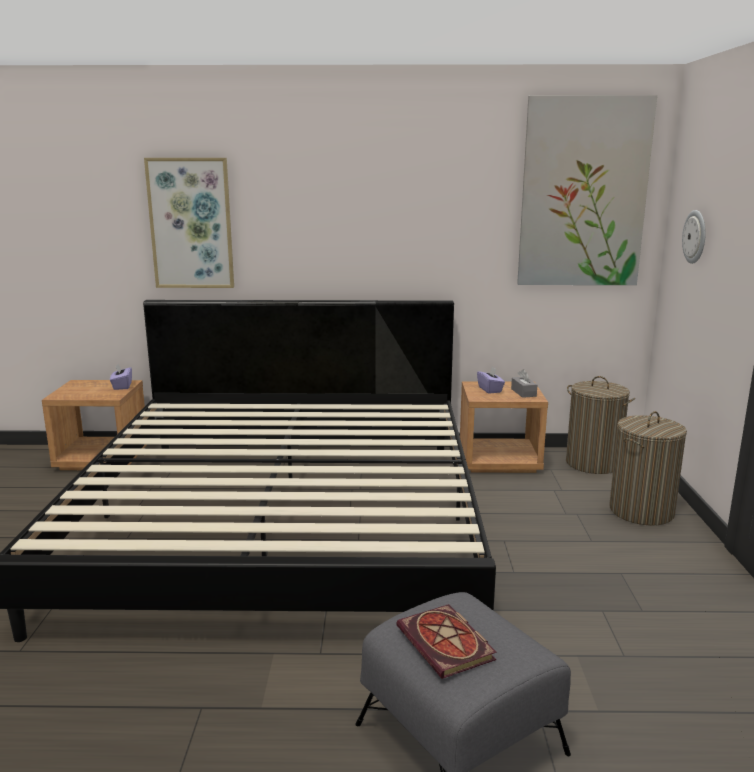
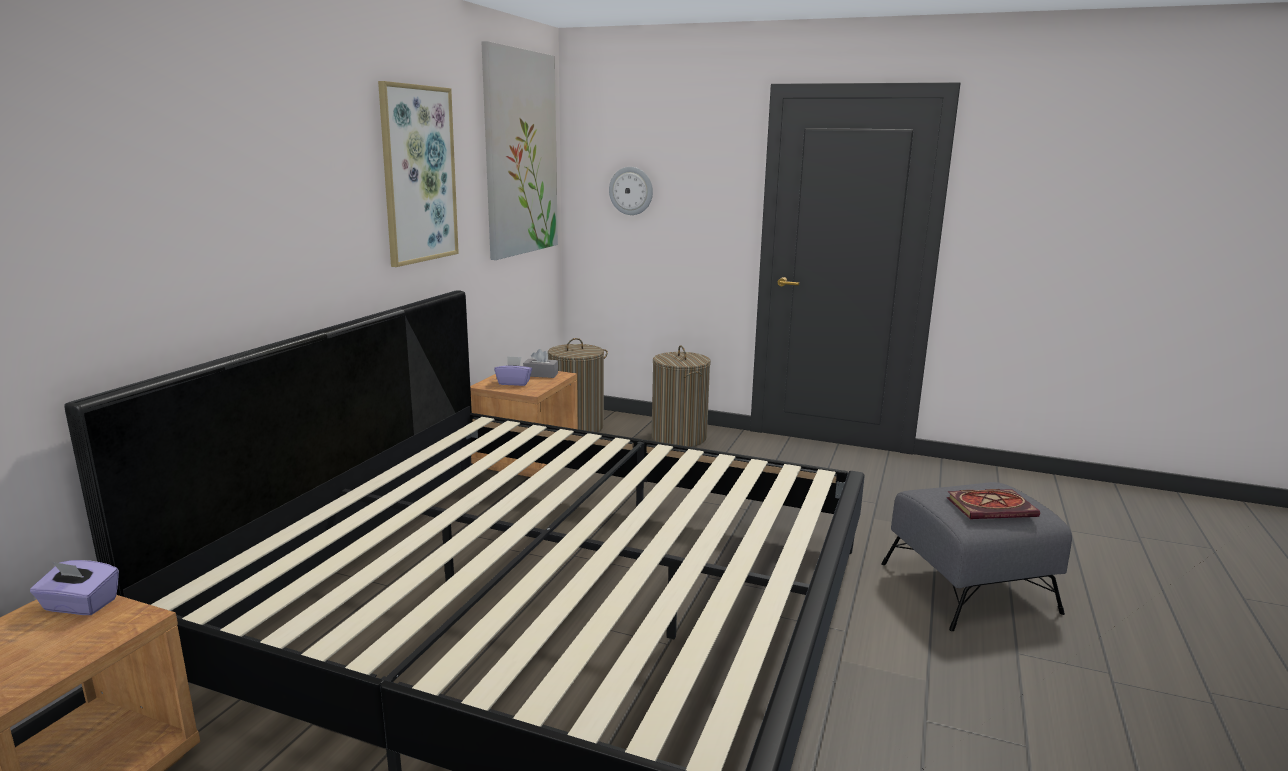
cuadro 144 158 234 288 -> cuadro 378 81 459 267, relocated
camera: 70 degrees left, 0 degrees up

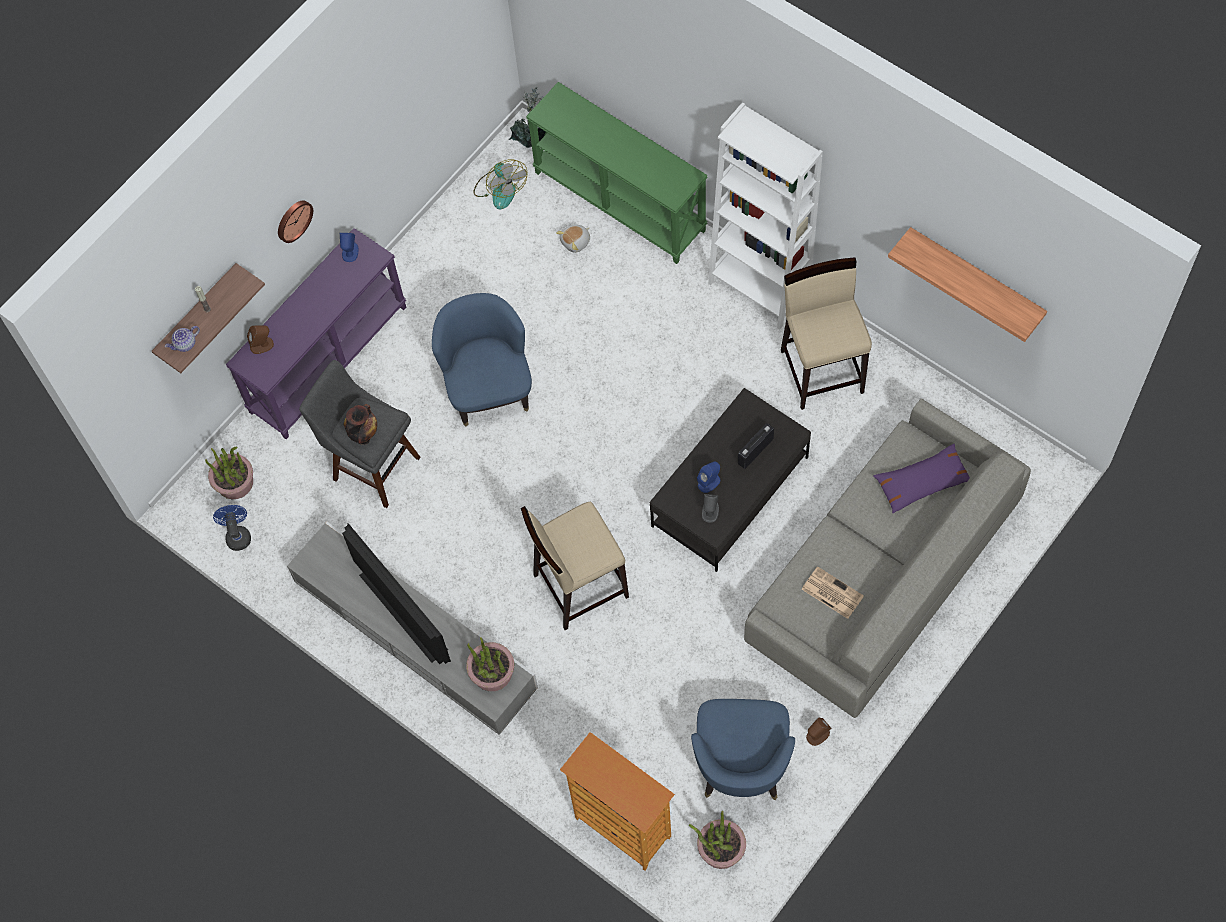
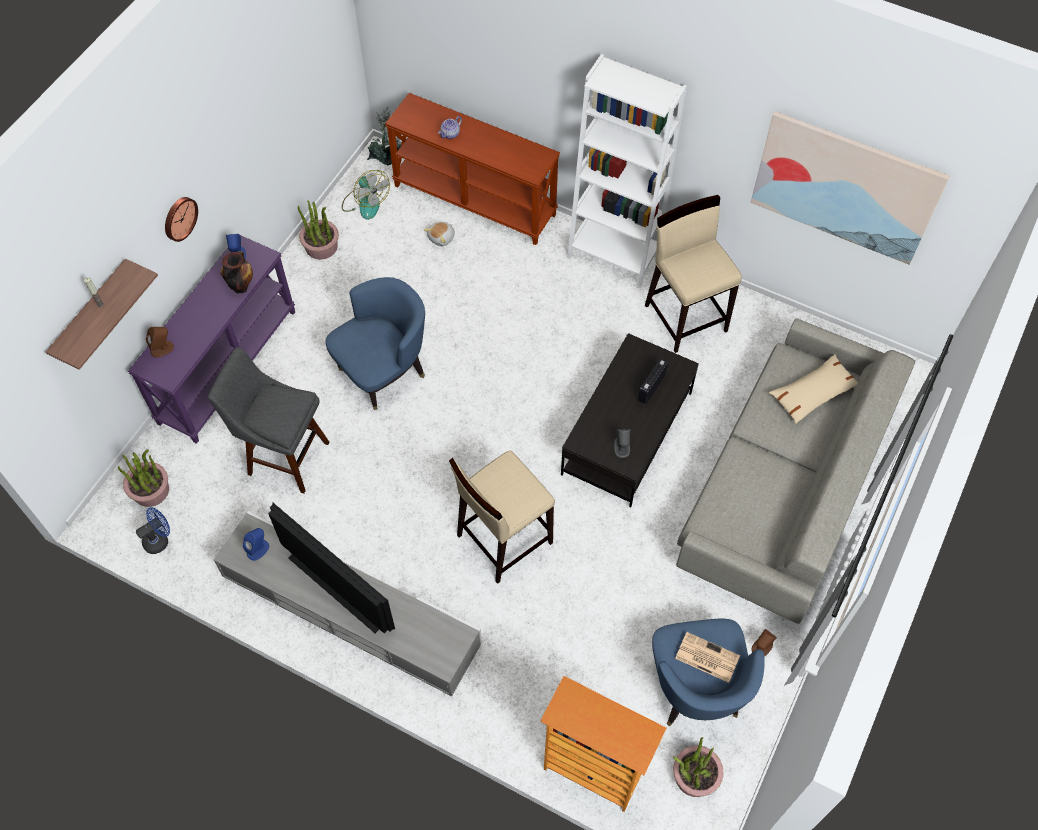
mesa consola/verde 526 82 708 264 -> mesa consola/marrón 385 93 560 245
estante 888 227 1047 342 -> cuadro 751 111 950 265
sillón/azul 432 293 532 426 -> sillón/azul 325 277 425 410, 75 degrees clockwise
tetera 165 326 200 352 -> tetera 438 116 462 139, relocated
florero 344 404 377 444 -> florero 221 251 253 294, relocated
cojín/morado 873 444 970 513 -> cojín/beis 769 354 858 424
altavoz/azul 697 462 720 493 -> altavoz/azul 243 528 269 561, relocated
ventilador/azul 213 505 251 551 -> ventilador/azul 136 507 170 554, 75 degrees clockwise
periódico 802 566 864 619 -> periódico 675 632 740 683, relocated
planta en maceta 466 637 514 691 -> planta en maceta 298 200 339 260, relocated
camera: 15 degrees left, 5 degrees down

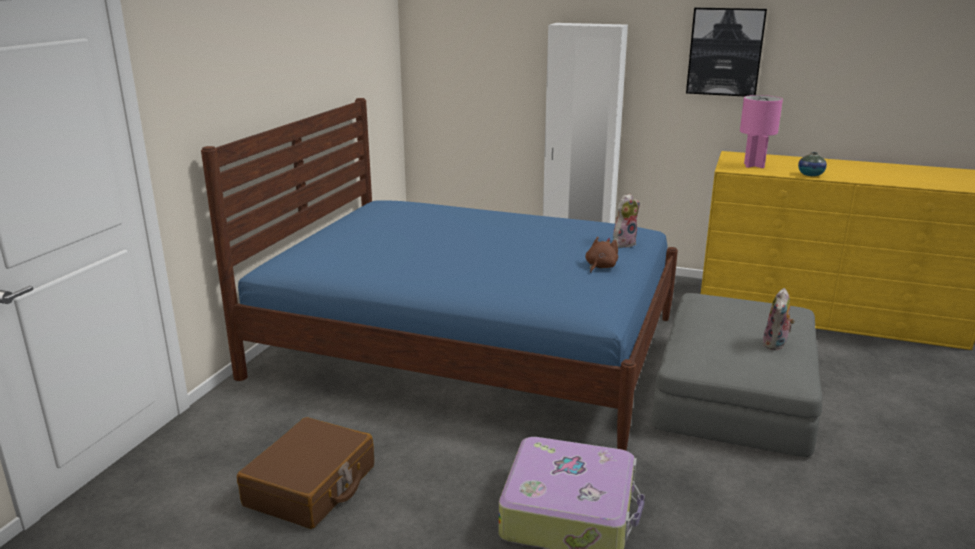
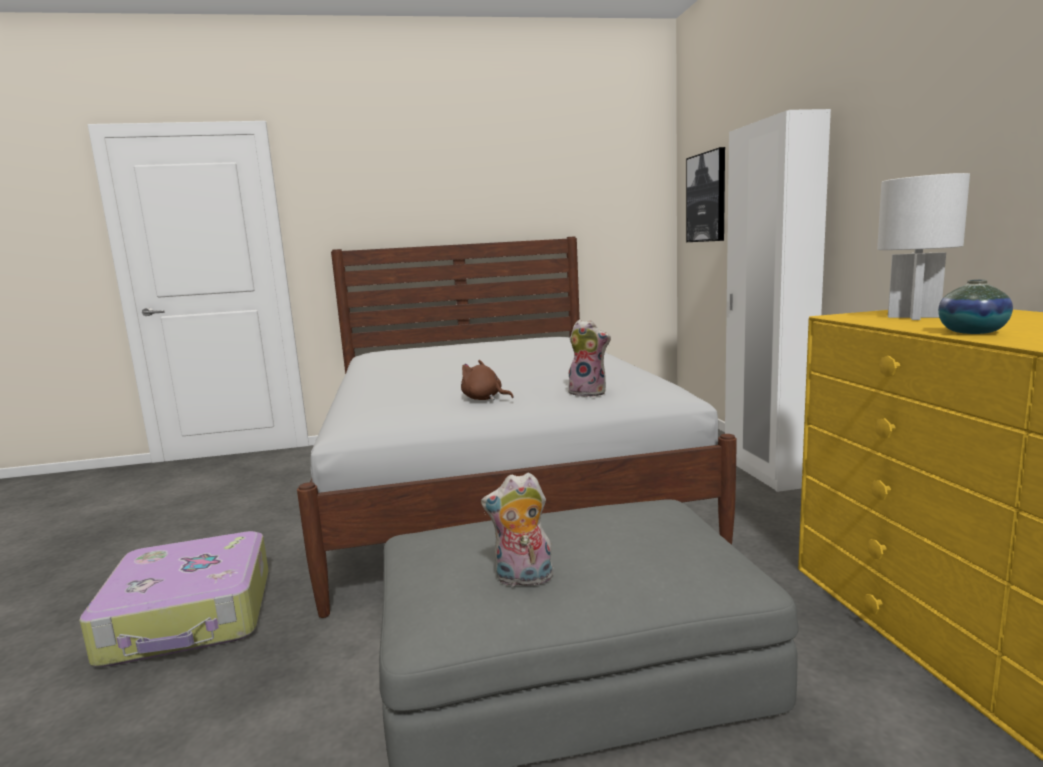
cuadro 686 8 767 97 -> cuadro 686 147 725 242, relocated
lámpara de mesa/rosa 740 95 783 168 -> lámpara de mesa/blanco 877 173 970 320
cama/azul 201 98 678 451 -> cama/blanco 297 236 737 618
peluche/marrón 585 237 618 273 -> peluche/marrón 461 360 514 400, 150 degrees counterclockwise
maleta/marrón 237 417 374 529 -> none
camera: 60 degrees right, 10 degrees down

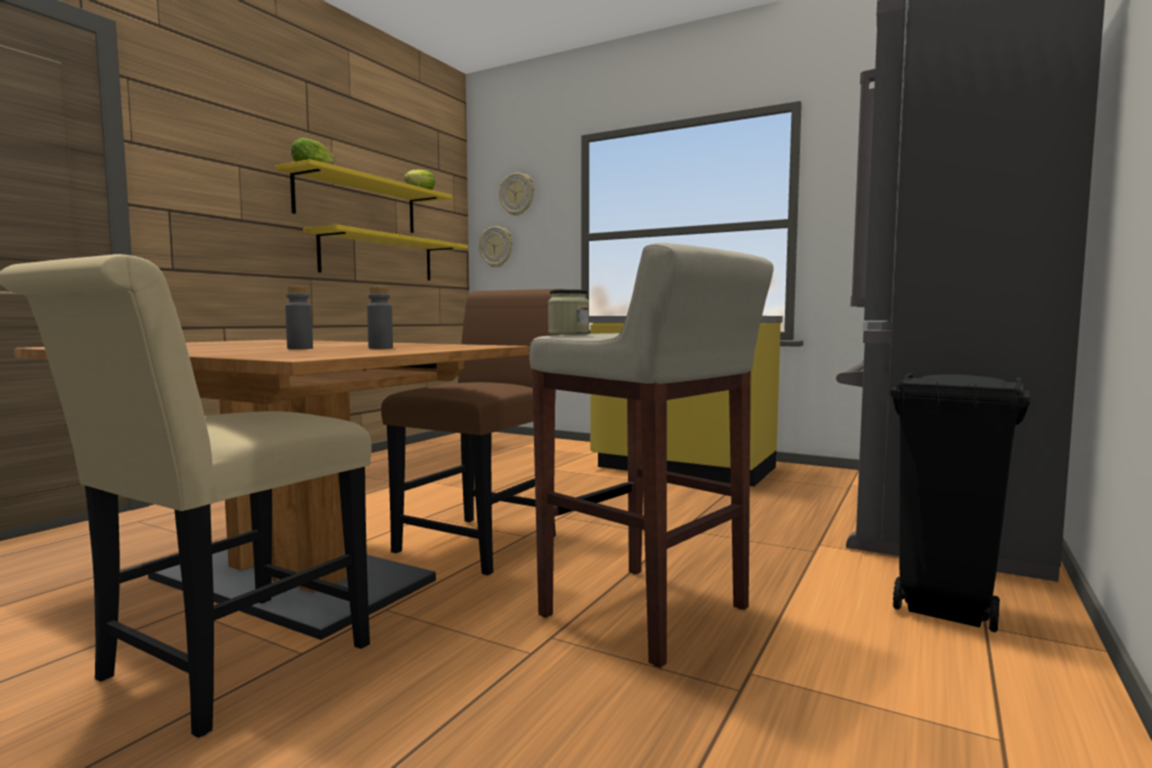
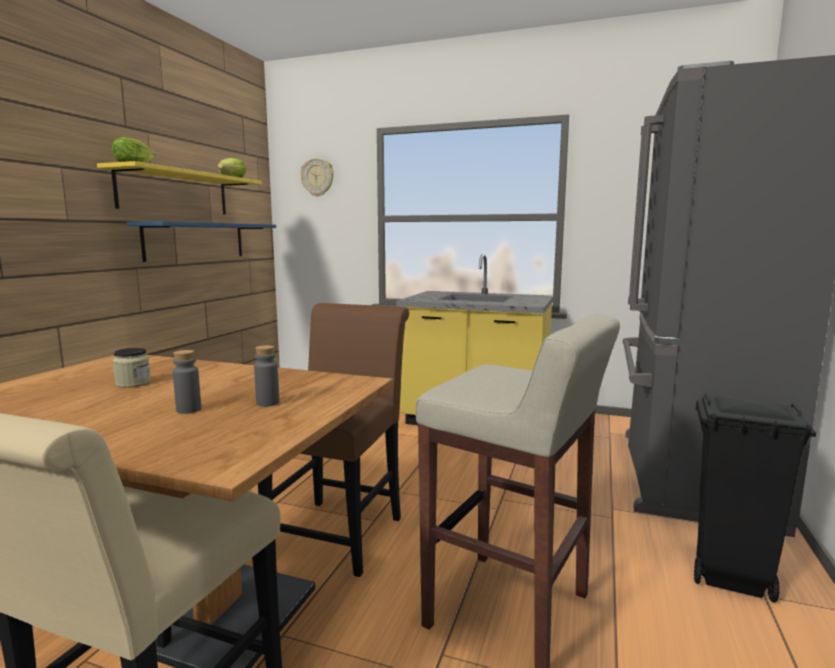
estante/amarillo 303 225 468 281 -> estante/azul 127 221 276 262
reloj de pared 479 226 513 268 -> none
tarro 548 289 589 335 -> tarro 112 348 151 388, relocated
camera: 10 degrees left, 5 degrees up

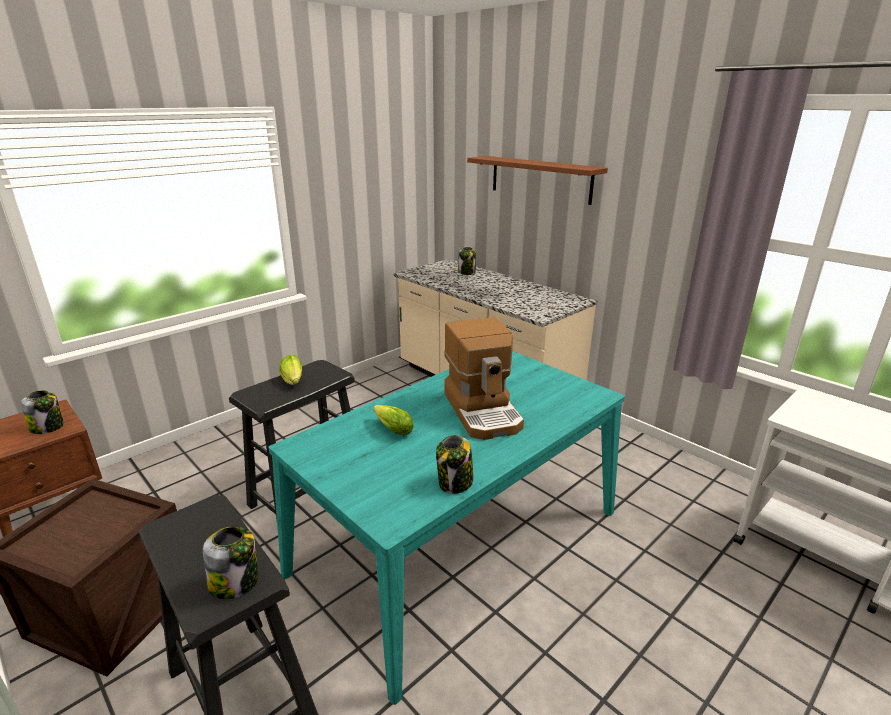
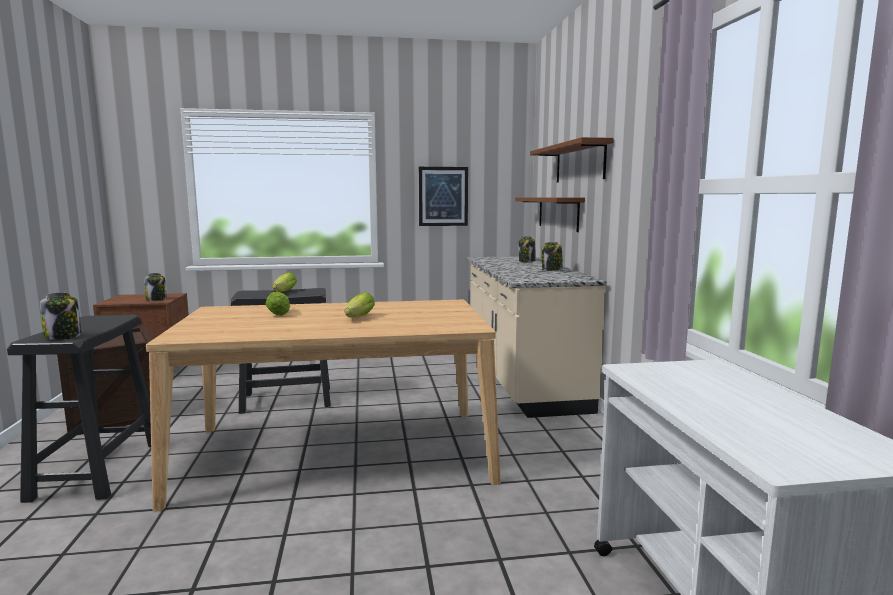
cafetera 444 317 524 440 -> lechuga 345 292 375 318
mesa de comedor/turquesa 268 351 625 705 -> mesa de comedor/beis 146 300 501 512
tarro 436 435 474 494 -> tarro 541 242 563 271, relocated
none -> cuadro 419 167 468 226
none -> estante/marrón 515 197 585 232
camera: 35 degrees right, 15 degrees down

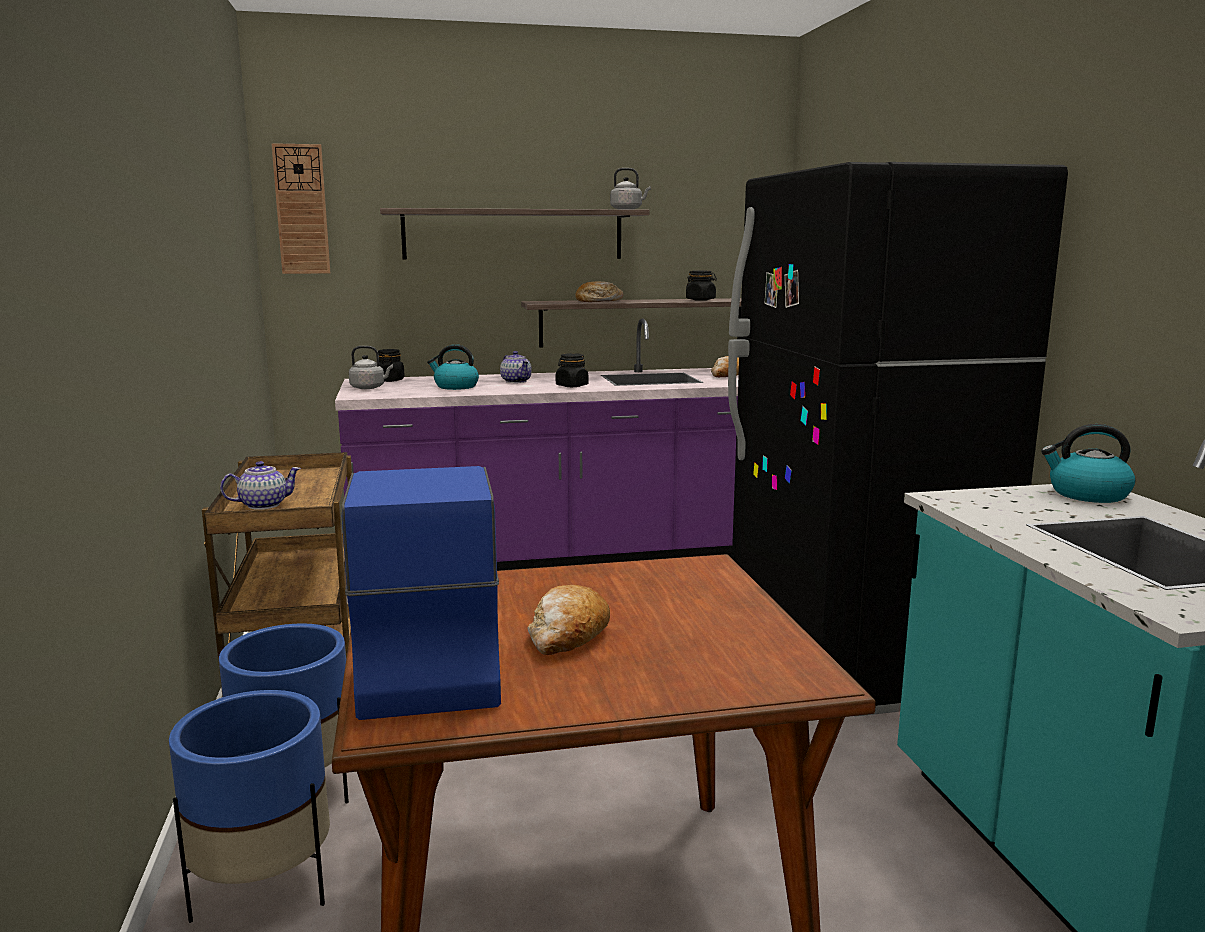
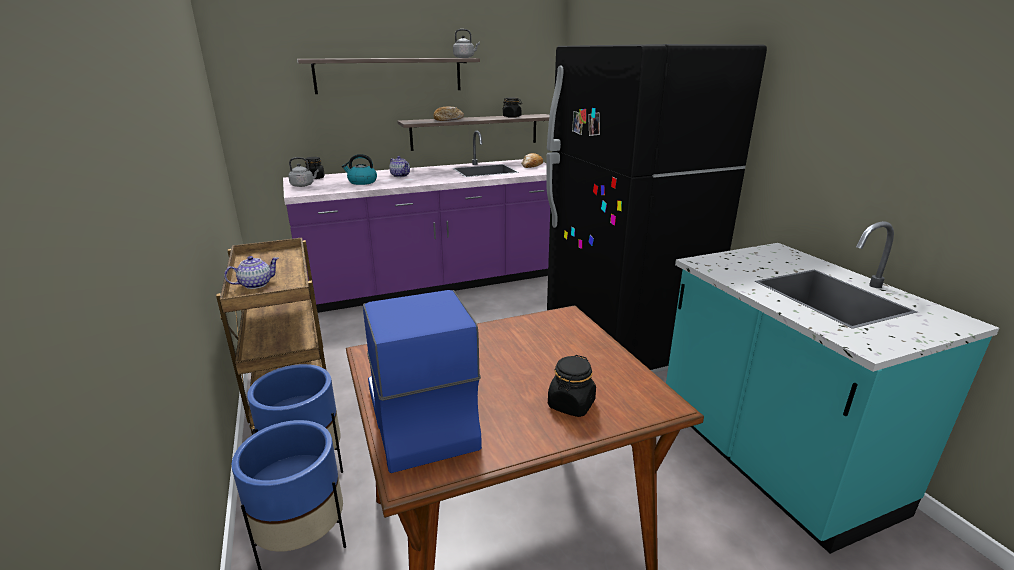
reloj de pared 272 143 330 274 -> none
tarro/negro 556 353 589 387 -> tarro/negro 548 355 596 417, relocated
hervidor 1041 424 1135 503 -> none
pan 527 585 610 655 -> none
camera: 10 degrees left, 10 degrees up

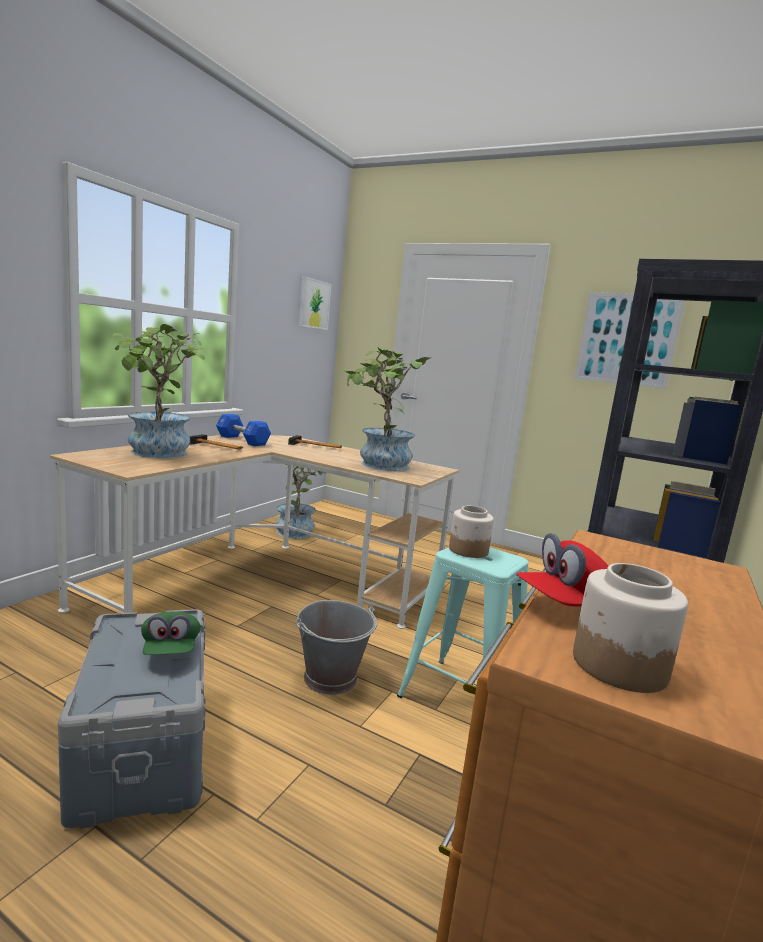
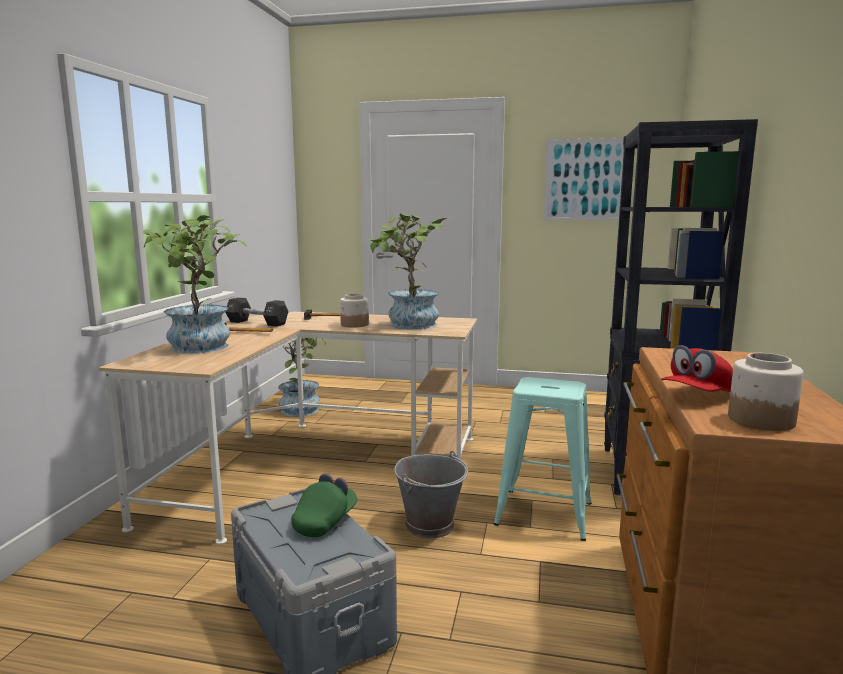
cuadro 299 276 331 330 -> none
mancuerna/azul 216 414 271 446 -> mancuerna/negro 225 297 289 327
tarro 449 506 494 558 -> tarro 340 293 369 328, relocated
gorra/verde 141 612 201 655 -> gorra/verde 291 474 357 537, 120 degrees counterclockwise
camera: 15 degrees left, 0 degrees up

